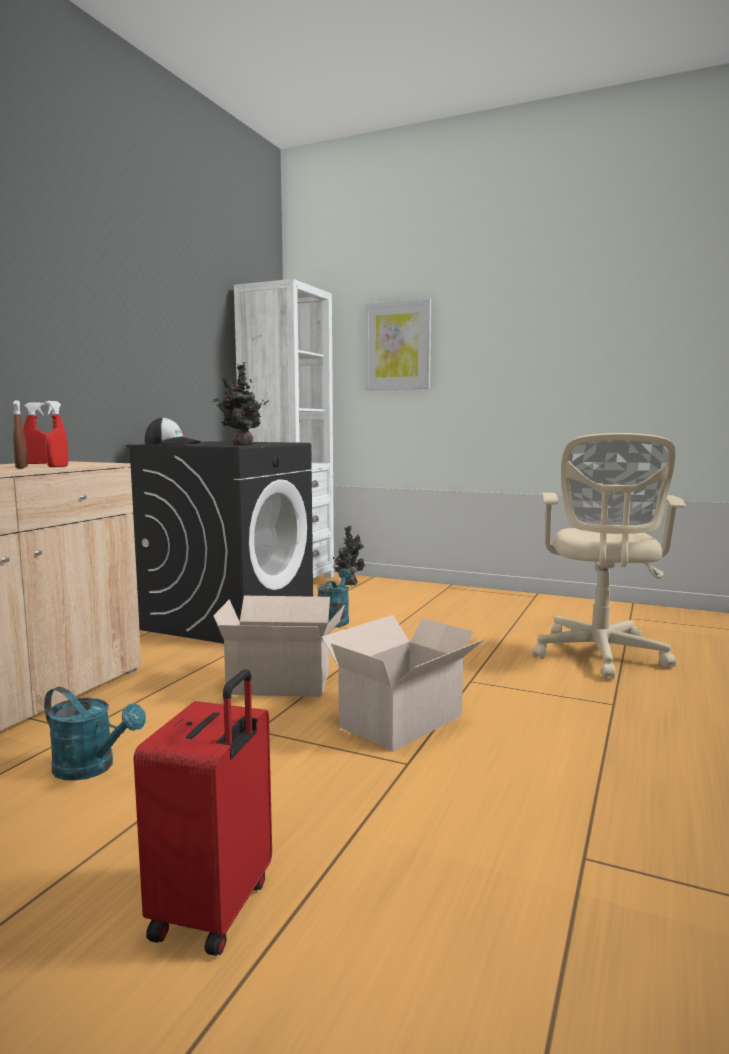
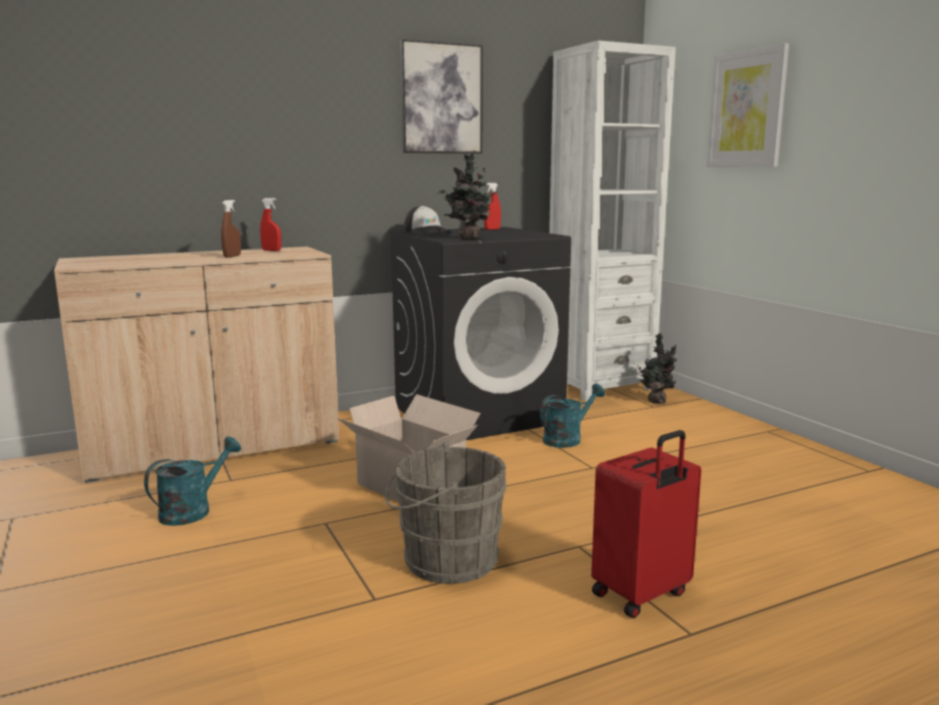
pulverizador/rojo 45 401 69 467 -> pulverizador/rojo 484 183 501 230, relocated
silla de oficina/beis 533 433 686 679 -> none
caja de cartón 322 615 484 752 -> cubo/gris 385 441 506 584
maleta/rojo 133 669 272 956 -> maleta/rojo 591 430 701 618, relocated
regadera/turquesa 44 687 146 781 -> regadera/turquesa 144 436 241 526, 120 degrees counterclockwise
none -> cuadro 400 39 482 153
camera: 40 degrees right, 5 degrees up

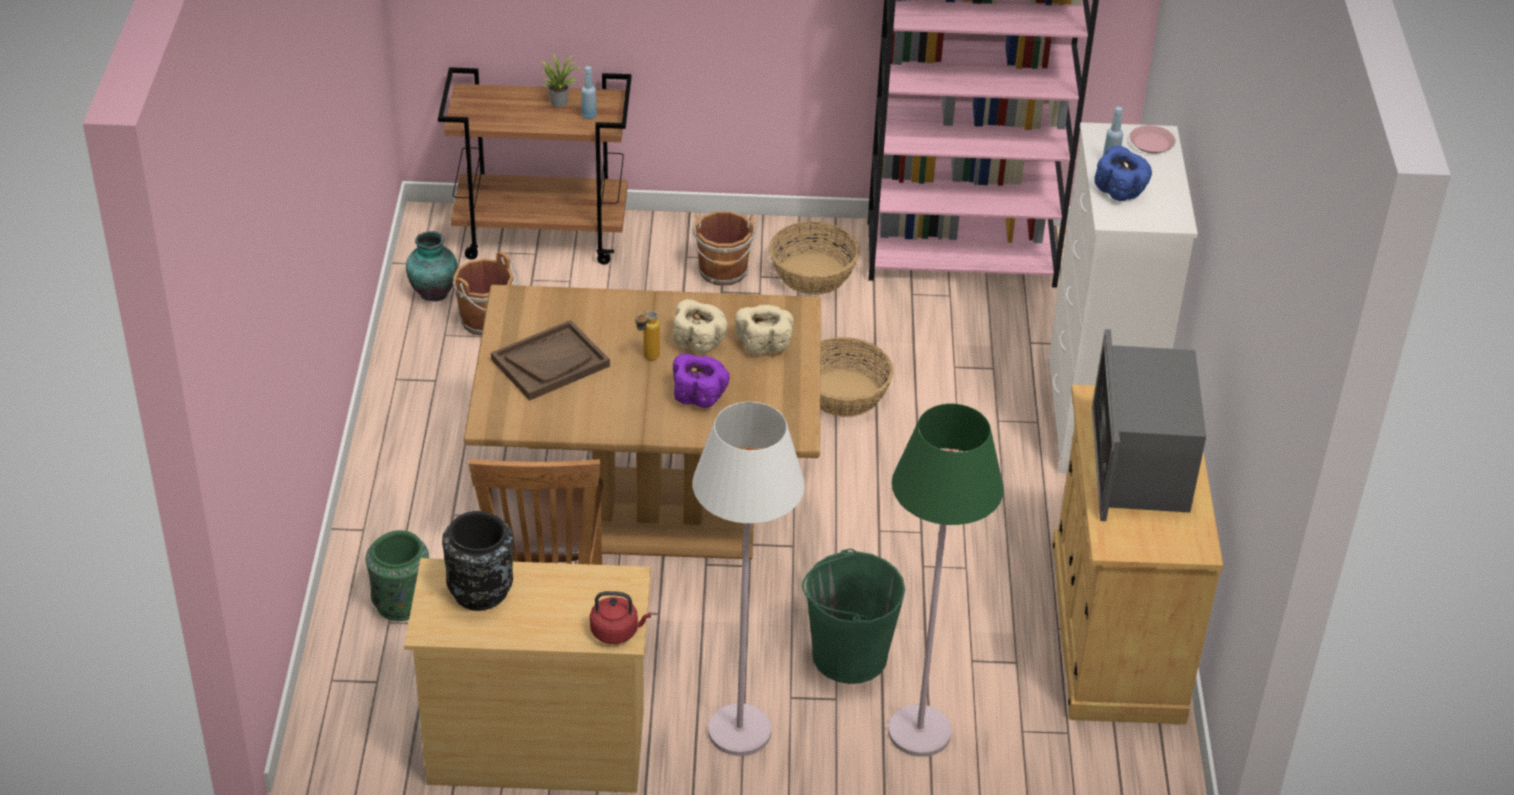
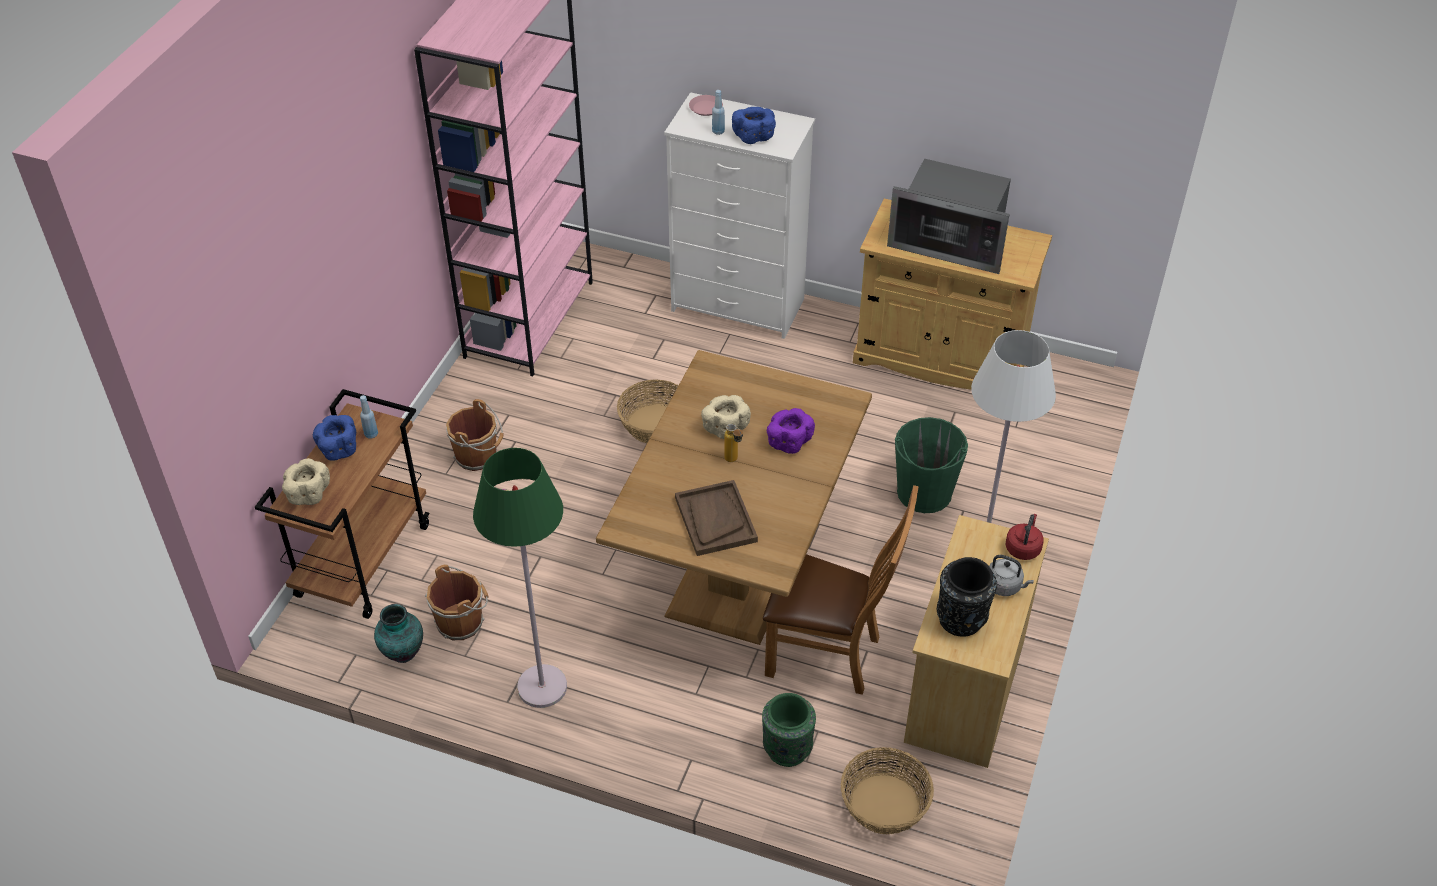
planta en maceta 541 53 583 107 -> cuenco/azul 313 415 356 461
cesta 769 221 859 295 -> cesta 841 747 934 834, relocated
cuenco/beis 735 305 794 355 -> cuenco/beis 282 458 330 505, relocated
lámpara de pie/verde 888 404 1004 757 -> lámpara de pie/verde 473 448 567 708, relocated
none -> hervidor/gris 989 555 1034 596
camera: 70 degrees left, 5 degrees up

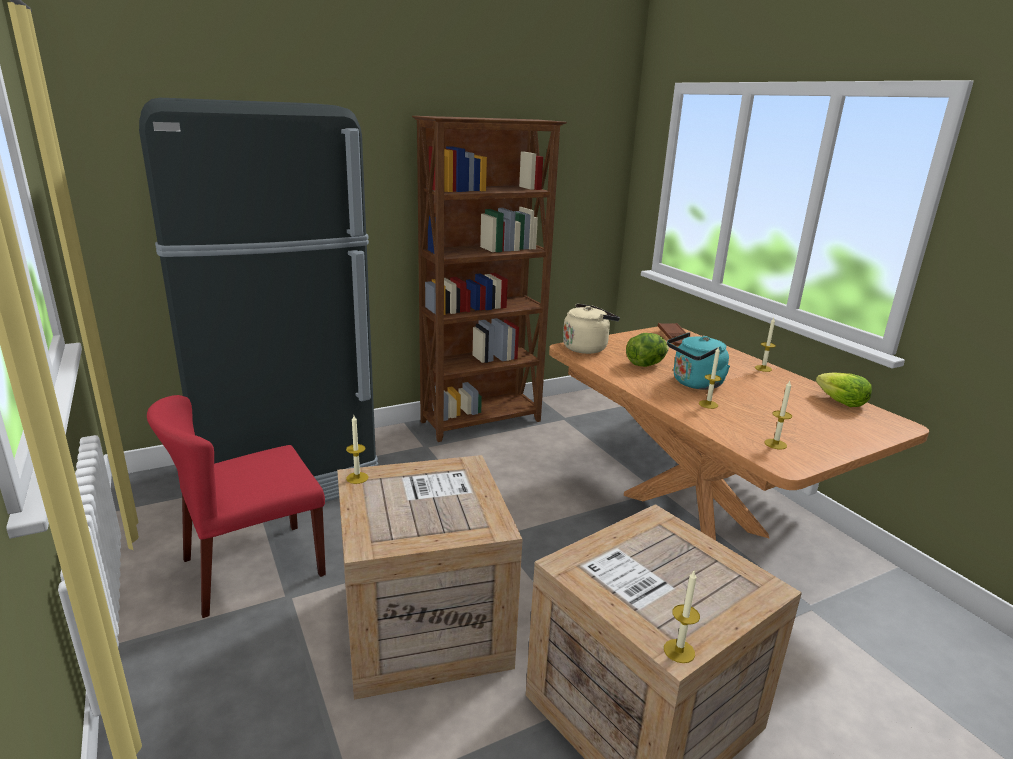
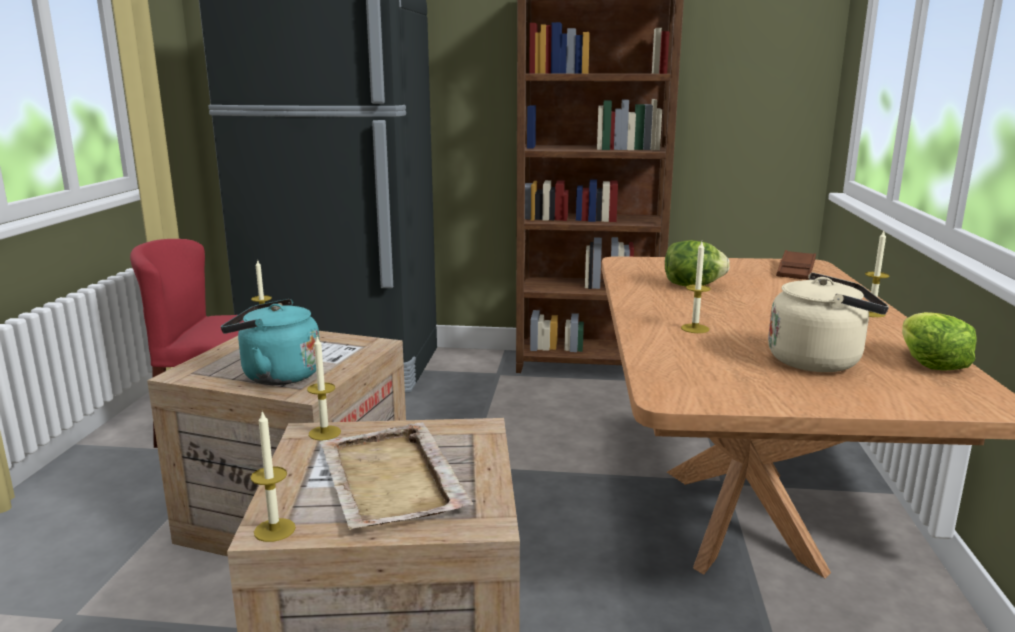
hervidor/beis 563 303 620 354 -> hervidor/beis 768 273 889 372, relocated
hervidor/turquesa 667 332 730 390 -> hervidor/turquesa 221 299 320 385, relocated
vela 765 381 792 450 -> vela 307 337 341 441, relocated
none -> bandeja/beis 319 422 474 530
camera: 35 degrees right, 5 degrees down

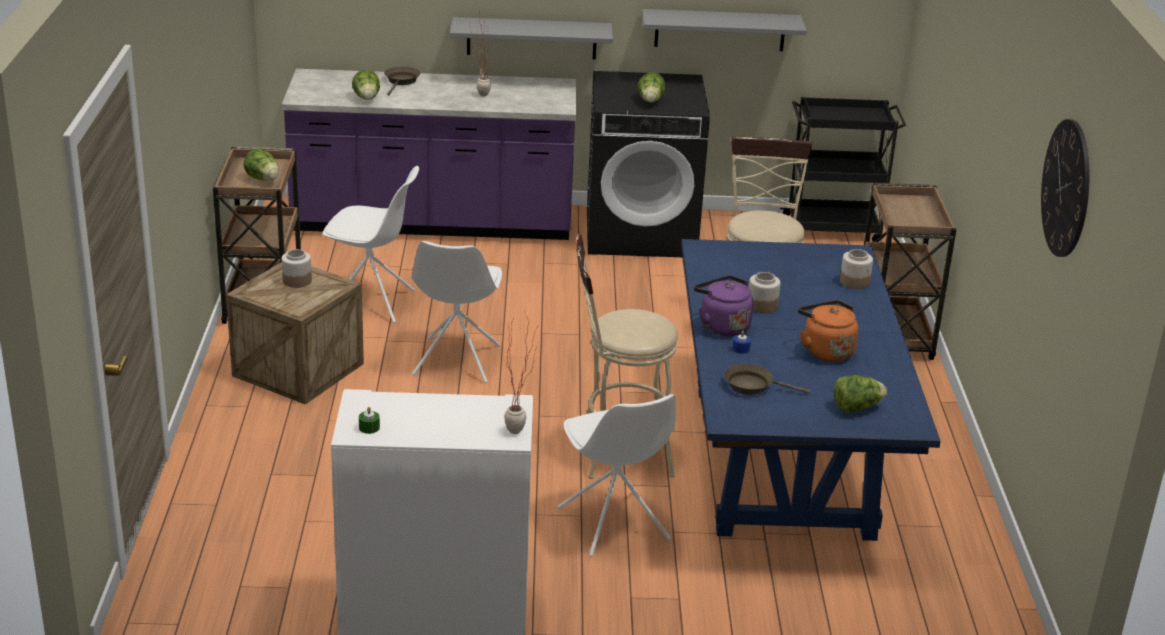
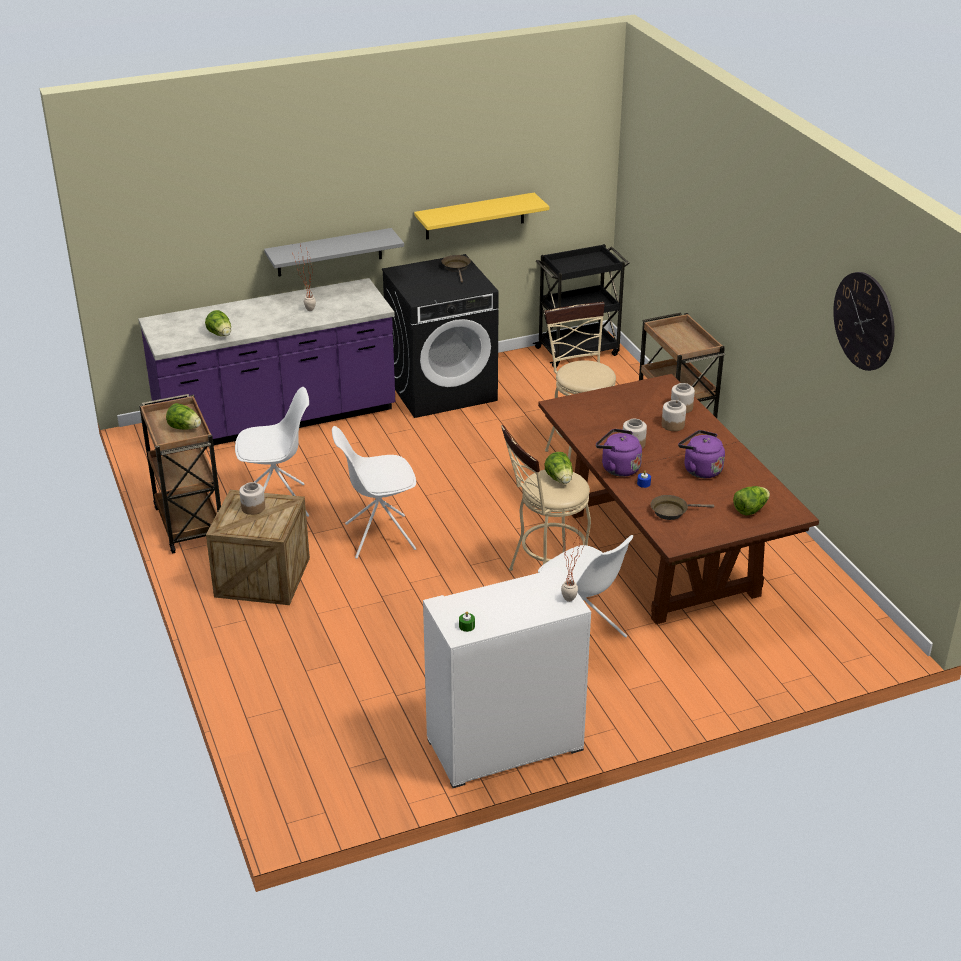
estante/gris 642 9 807 51 -> estante/amarillo 414 193 549 239
sartén/marrón 384 66 420 96 -> sartén/marrón 442 255 471 283, relocated
lechuga 638 73 665 103 -> lechuga 545 452 573 484, relocated
mesa de comedor/azul 681 239 941 541 -> mesa de comedor/marrón 538 374 819 624
silla/blanco 412 241 502 383 -> silla/blanco 332 426 417 559, 90 degrees clockwise
hervidor/naranja 798 300 858 362 -> hervidor/morado 678 430 725 478
none -> tarro 662 400 686 431
camera: 20 degrees left, 5 degrees up

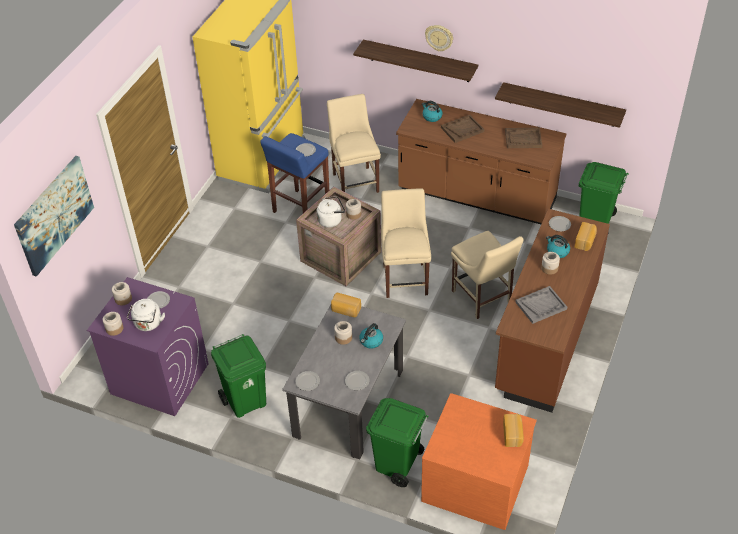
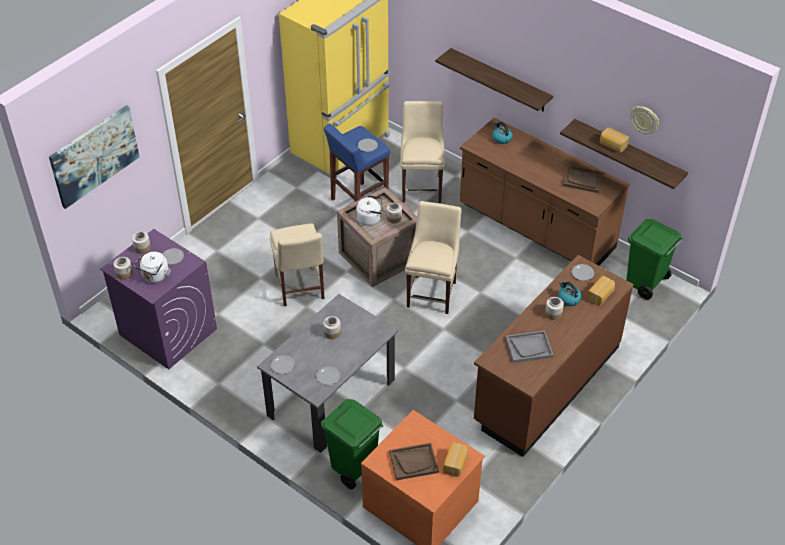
reloj de pared 425 25 453 51 -> reloj de pared 630 106 659 134, relocated
bandeja/marrón 441 115 484 143 -> bandeja/marrón 389 443 439 480, relocated
silla/beis 451 231 524 319 -> silla/beis 269 224 325 306, relocated
pan 331 293 361 317 -> pan 600 127 629 153, relocated
hervidor 359 323 383 349 -> none
papelera/verde 211 334 266 418 -> none
camera: 15 degrees right, 0 degrees up

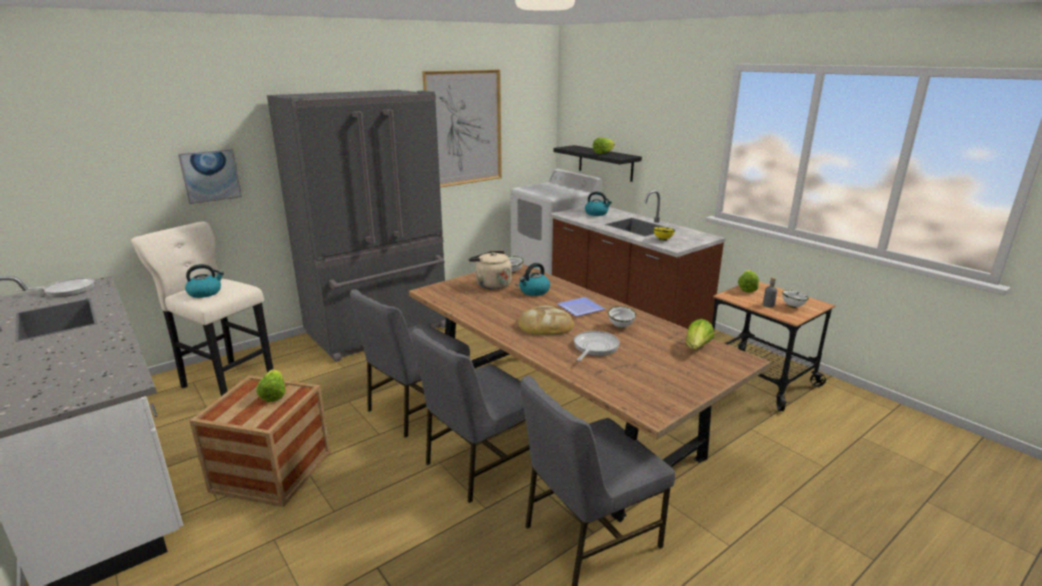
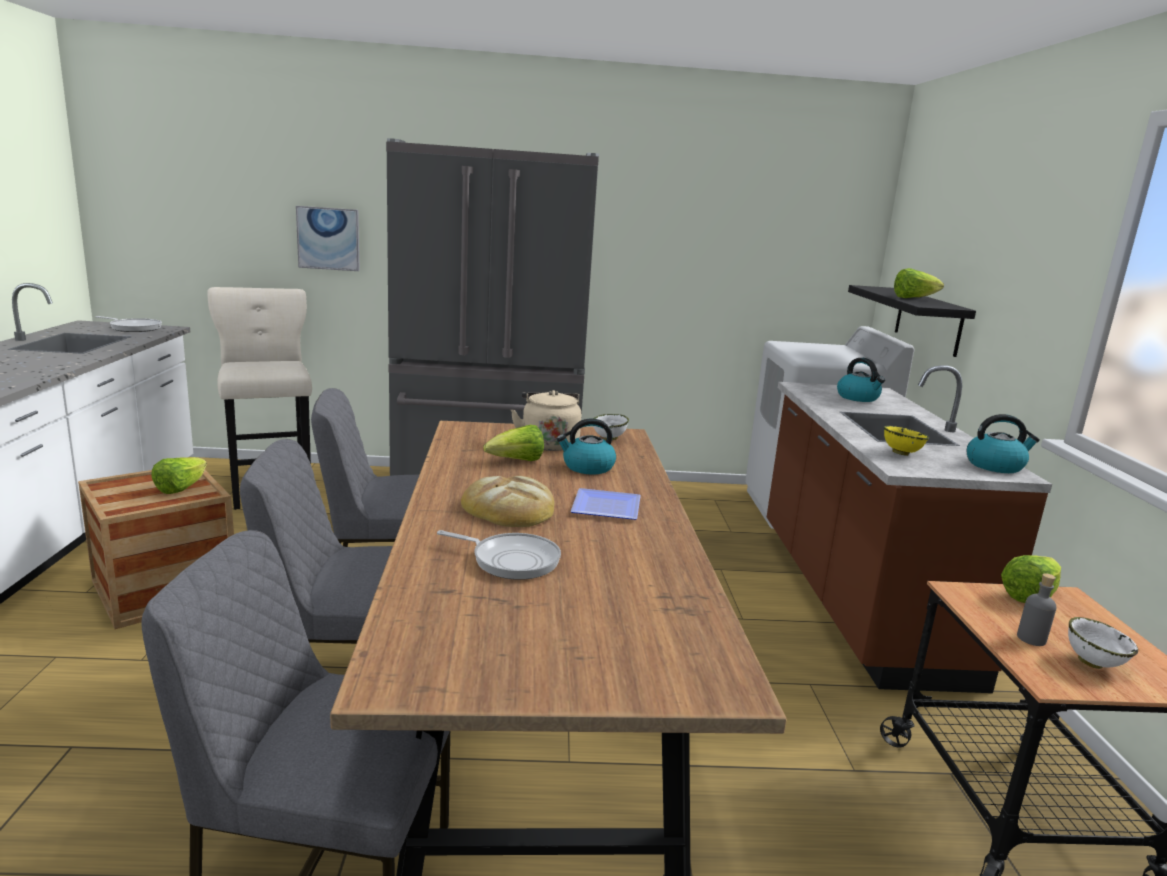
cuadro 422 69 502 188 -> none
hervidor 185 264 224 298 -> hervidor 967 414 1040 473, relocated
cuenco/blanco 608 306 636 328 -> none
lechuga 686 319 714 350 -> lechuga 483 425 544 461, relocated
sartén 574 331 620 361 -> sartén 437 530 561 580, 45 degrees clockwise
camera: 35 degrees right, 5 degrees down

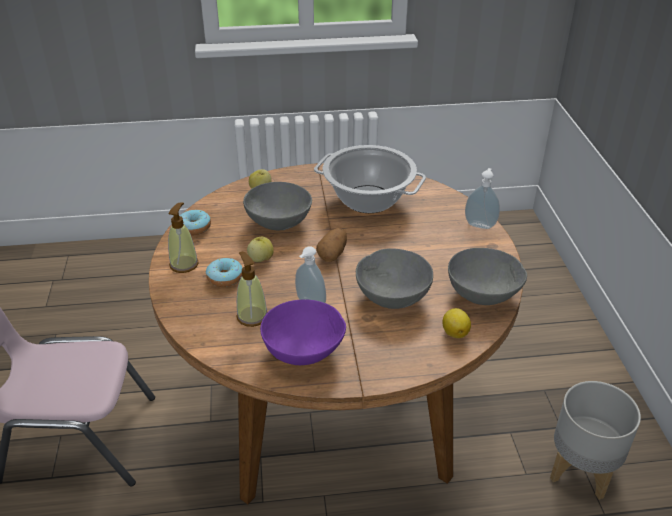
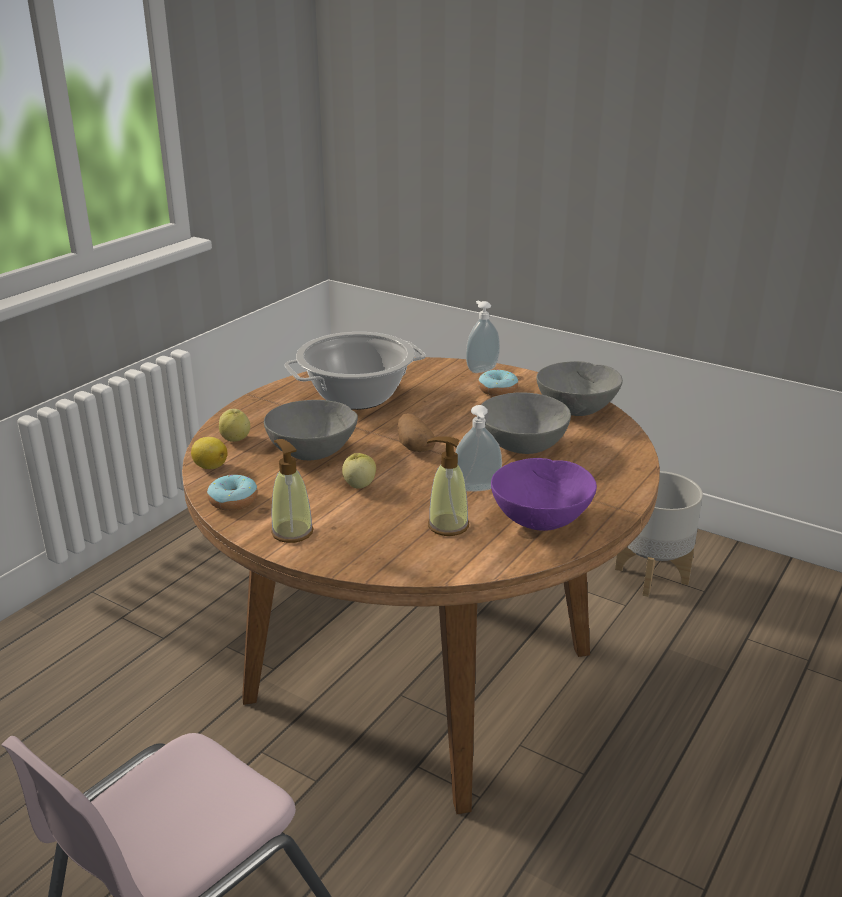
rosquilla 206 258 242 287 -> rosquilla 478 369 518 396, relocated
limón 442 308 471 338 -> limón 191 437 228 469, relocated
camera: 50 degrees left, 10 degrees down

